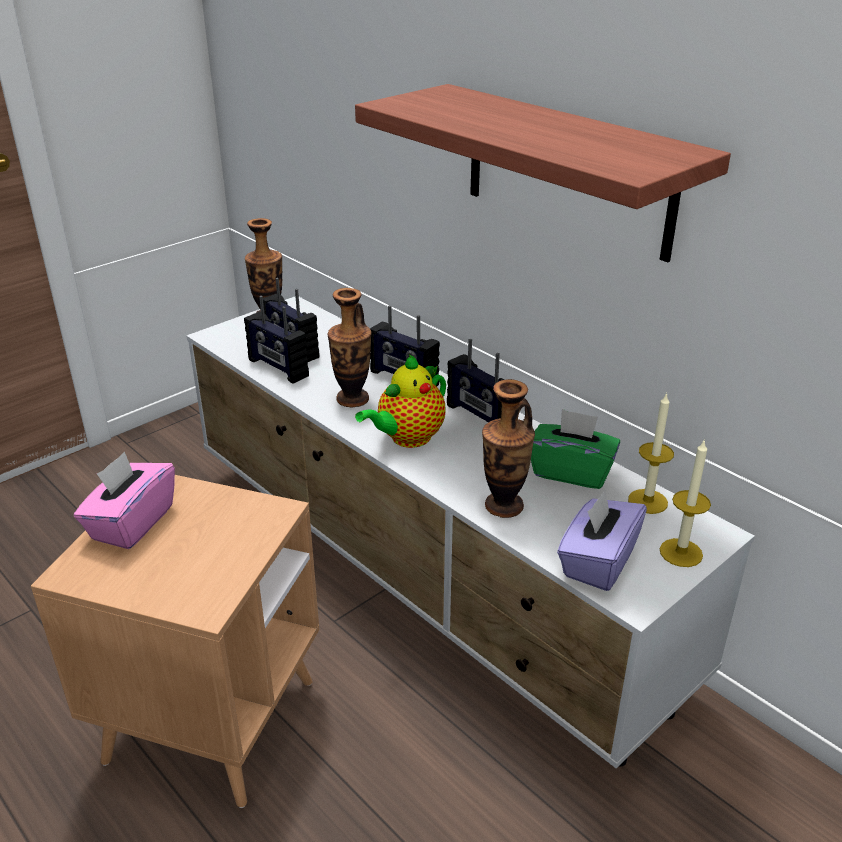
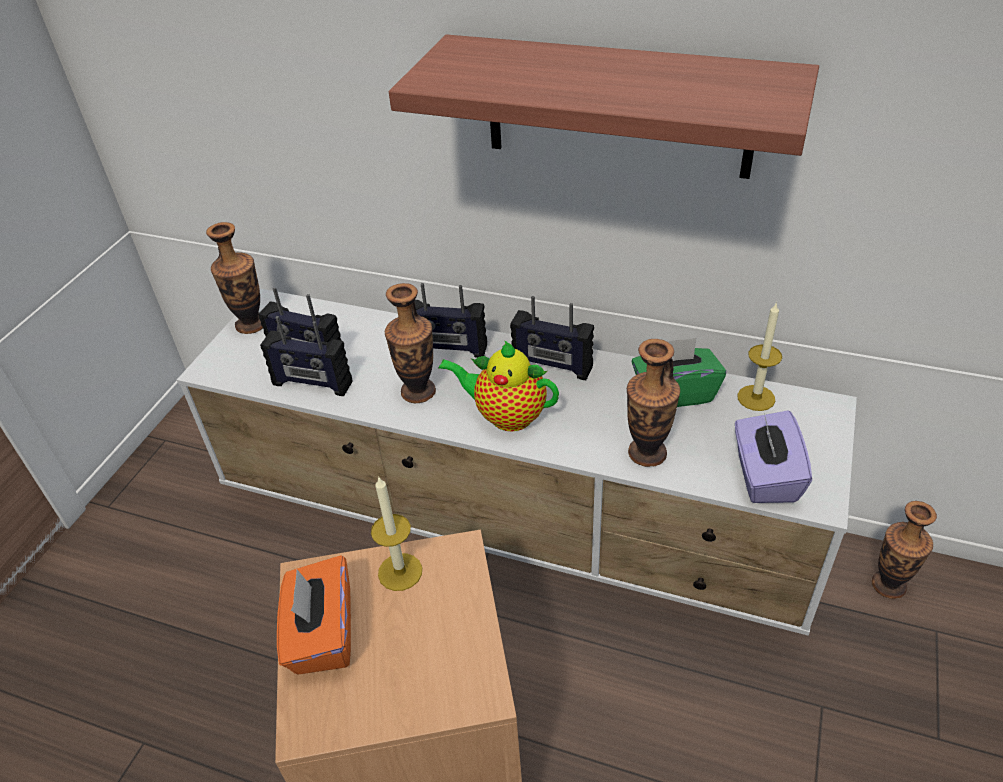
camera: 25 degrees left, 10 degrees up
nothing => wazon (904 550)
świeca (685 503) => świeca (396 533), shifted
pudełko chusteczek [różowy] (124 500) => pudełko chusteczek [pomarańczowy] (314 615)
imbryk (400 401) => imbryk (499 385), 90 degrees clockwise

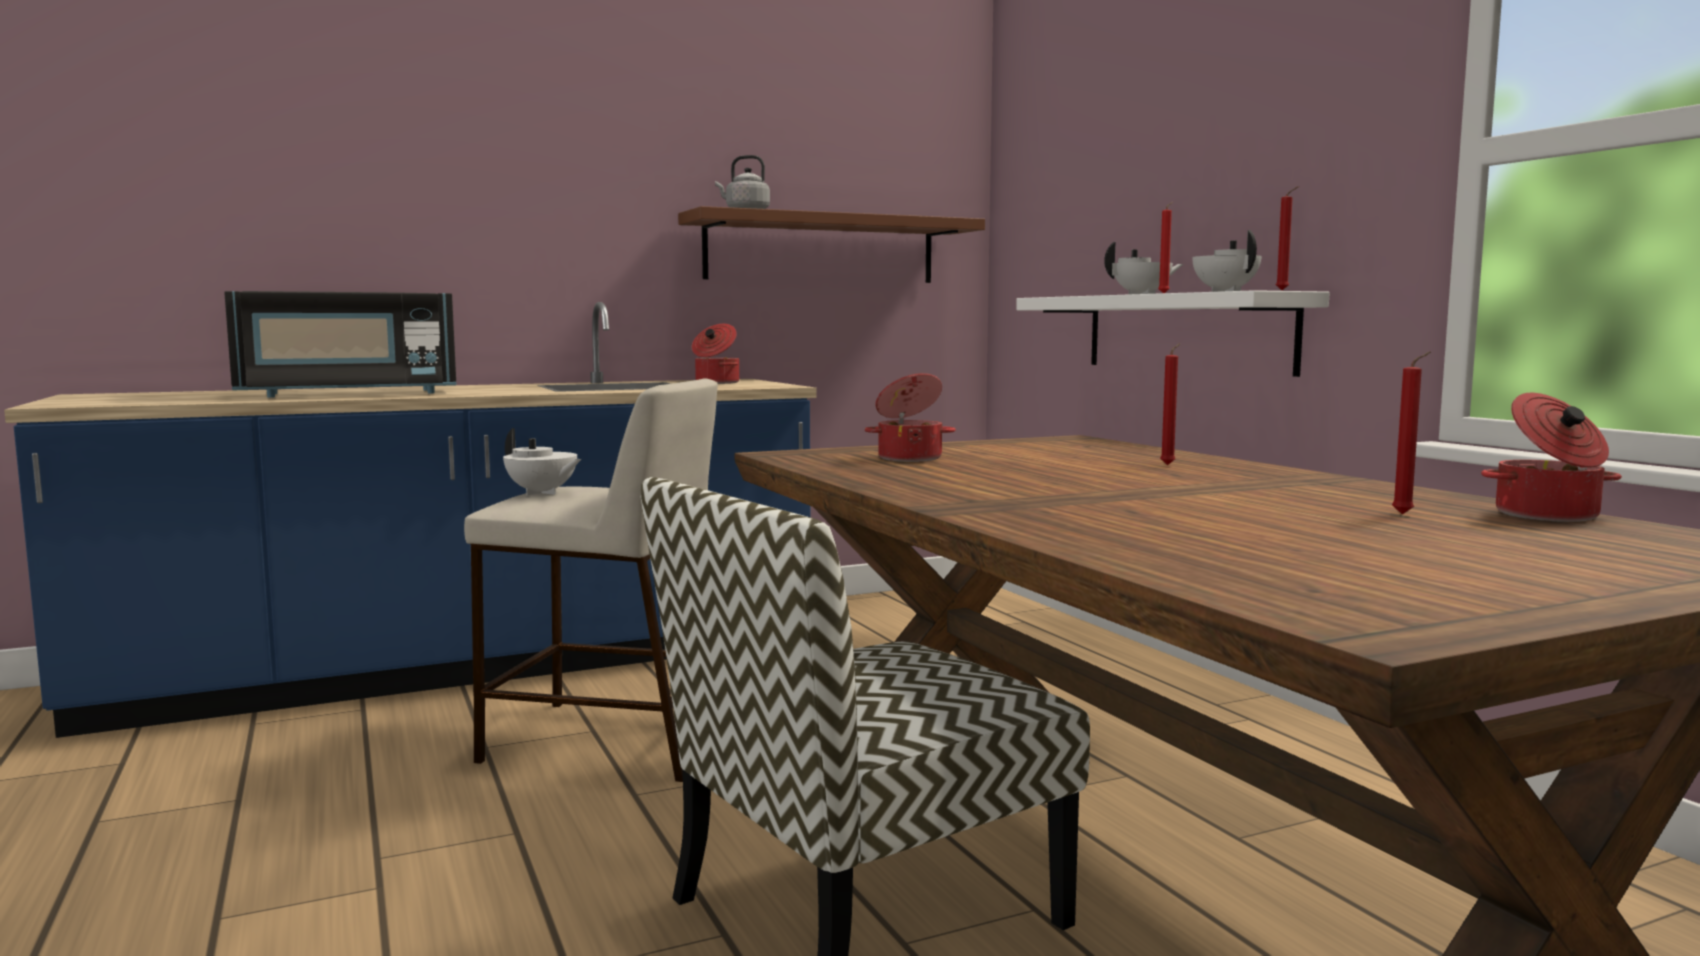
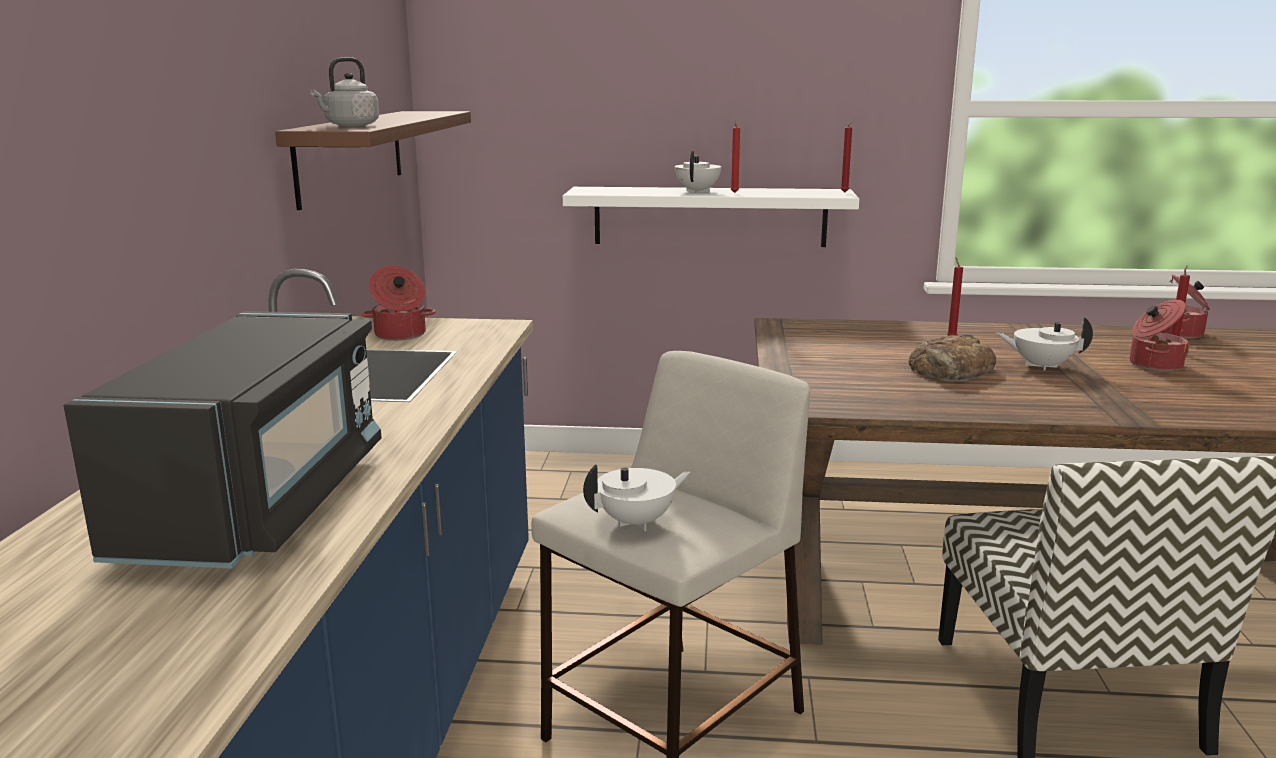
camera: 60 degrees left, 10 degrees up
nothing => chleb (952 358)
garnek (910 417) => garnek (1160 335), shifted
imbryk [biały] (1227 261) => imbryk [biały] (1045 344), shifted

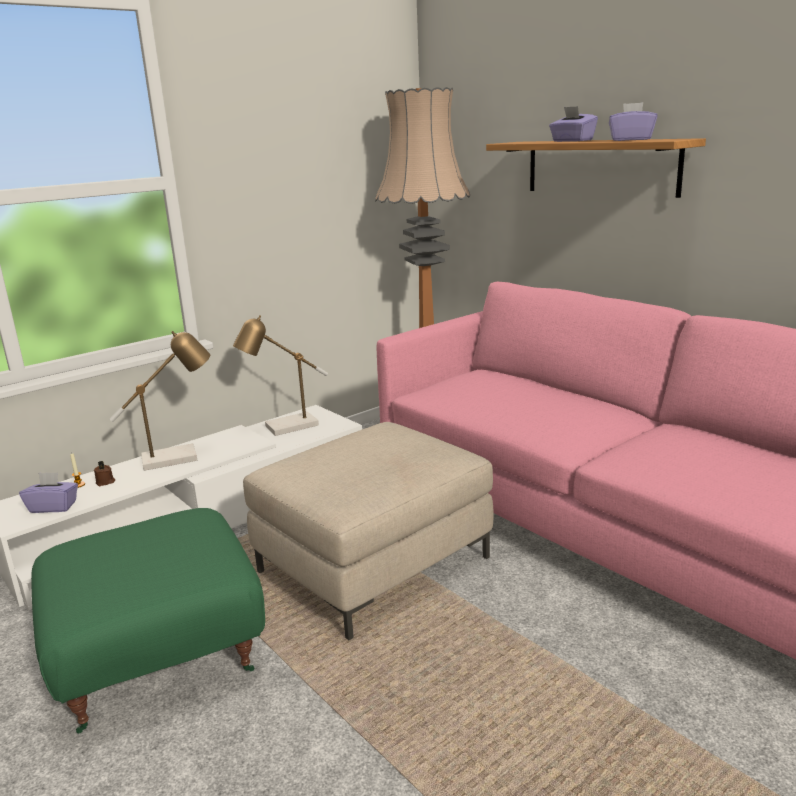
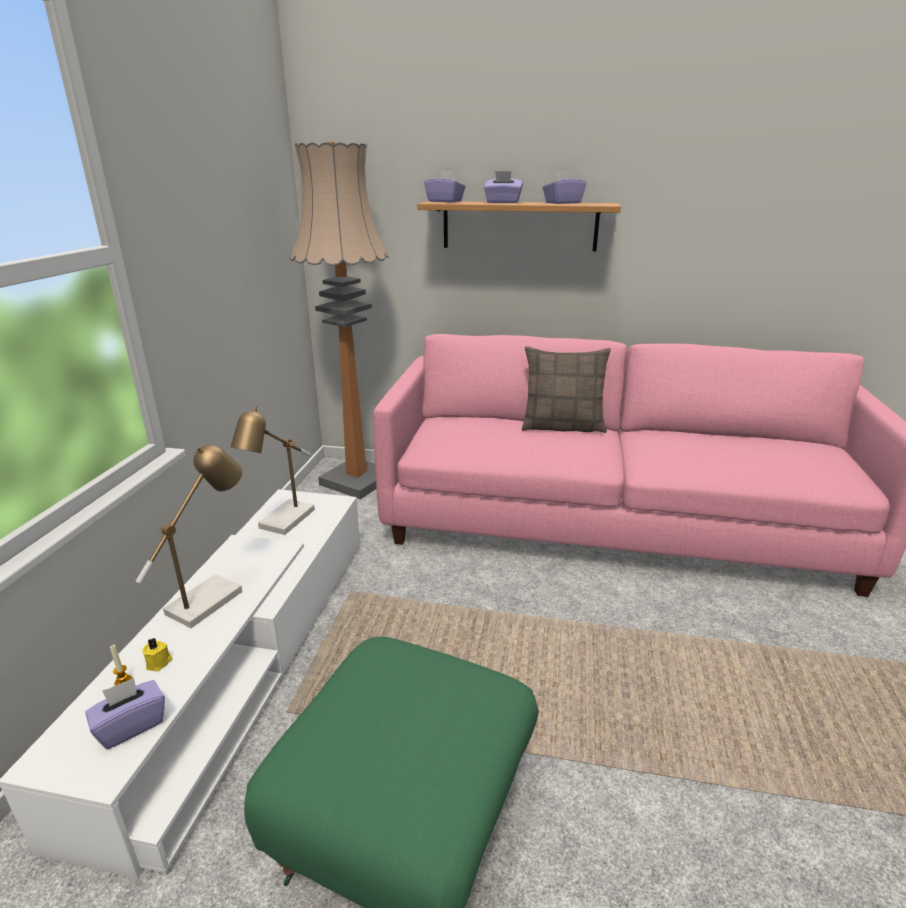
camera: 40 degrees left, 5 degrees up
pufa [beżowy] (368 531) => nothing
nothing => pudełko chusteczek [fioletowy] (445 187)
nothing => poduszka (566 389)
świeca [brązowy] (104 473) => świeca [żółty] (157 654)

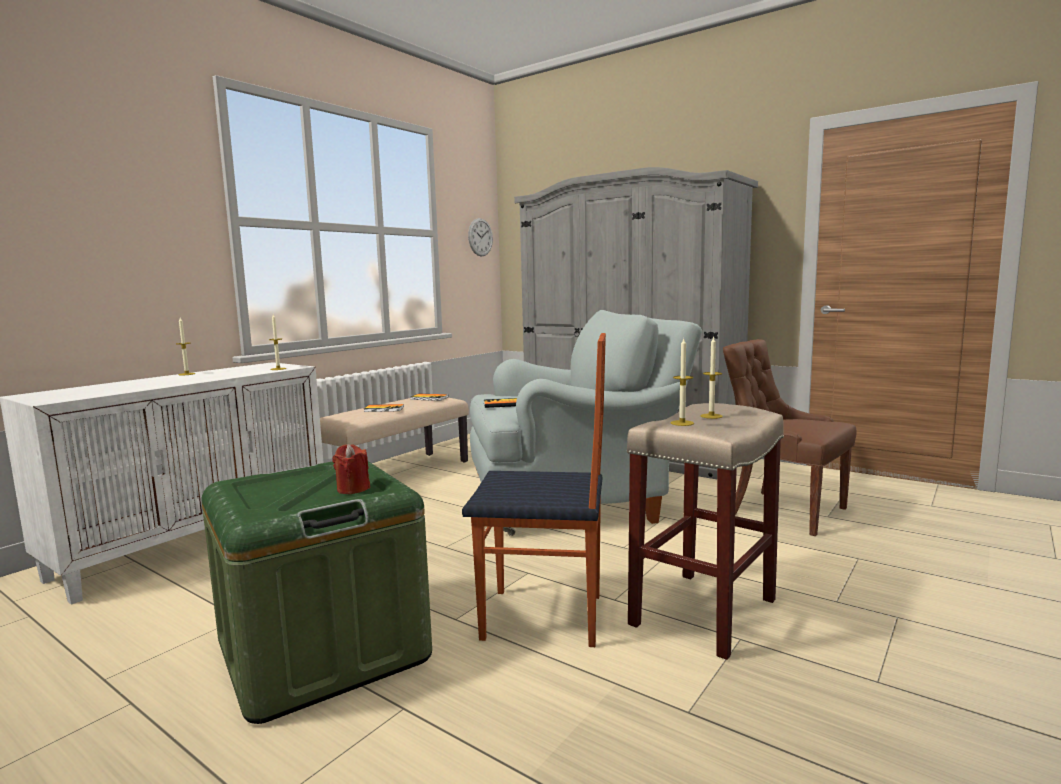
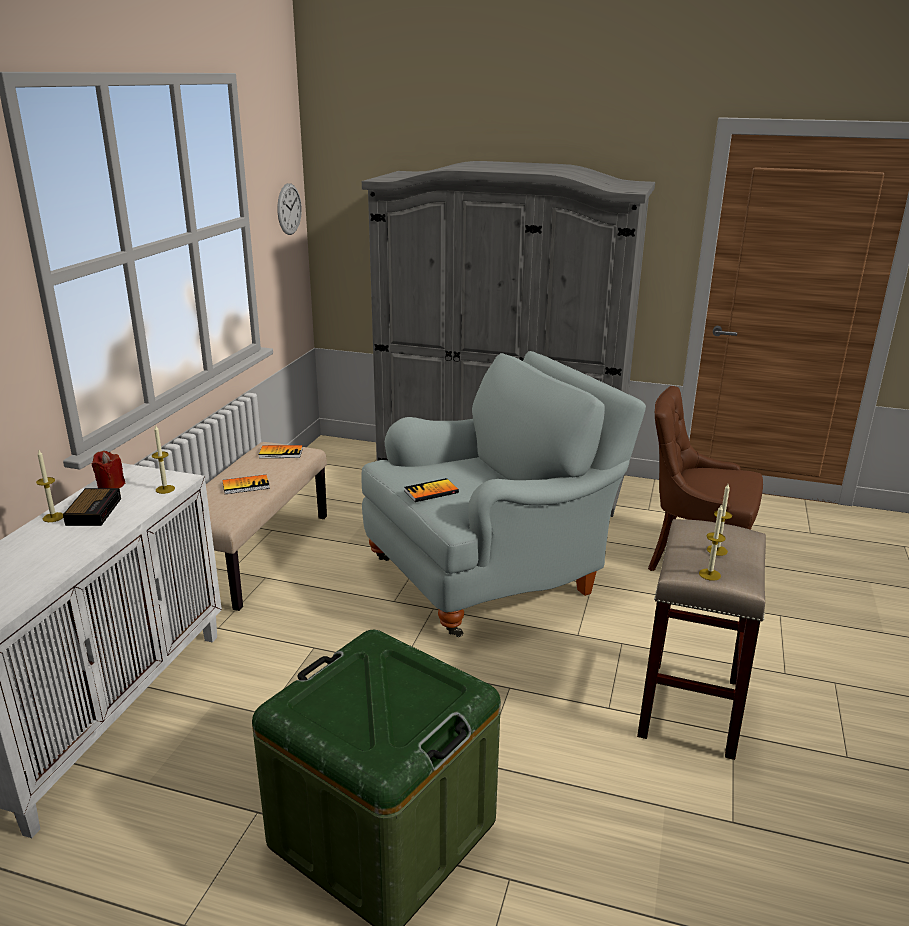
camera: 20 degrees left, 15 degrees up
krzesło (534 490) => nothing
nothing => budzik (92 507)
świeca [czerwony] (351 469) => świeca [czerwony] (108 469), shifted

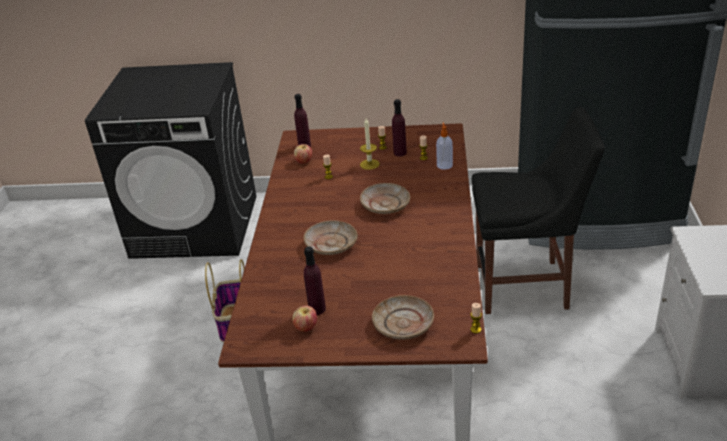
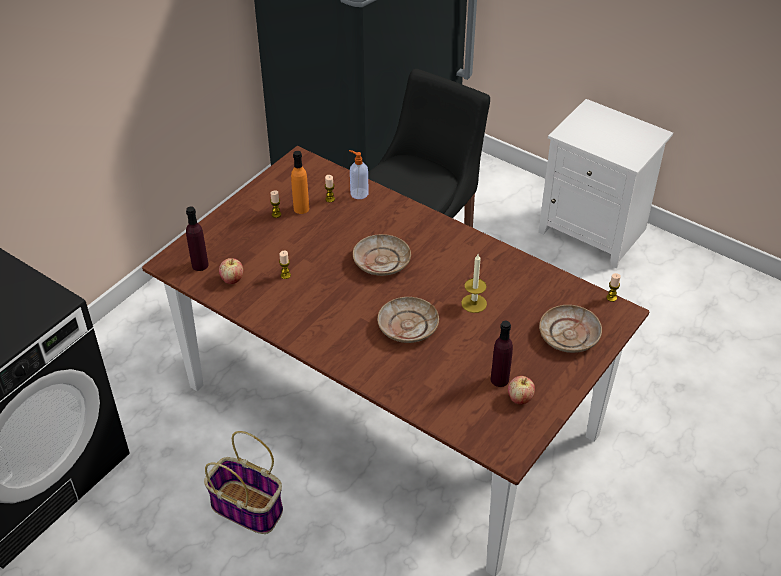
camera: 60 degrees left, 10 degrees up
świeca (370 144) => świeca (474 283), shifted
butelka [fioletowy] (399 127) => butelka [pomarańczowy] (300 182)

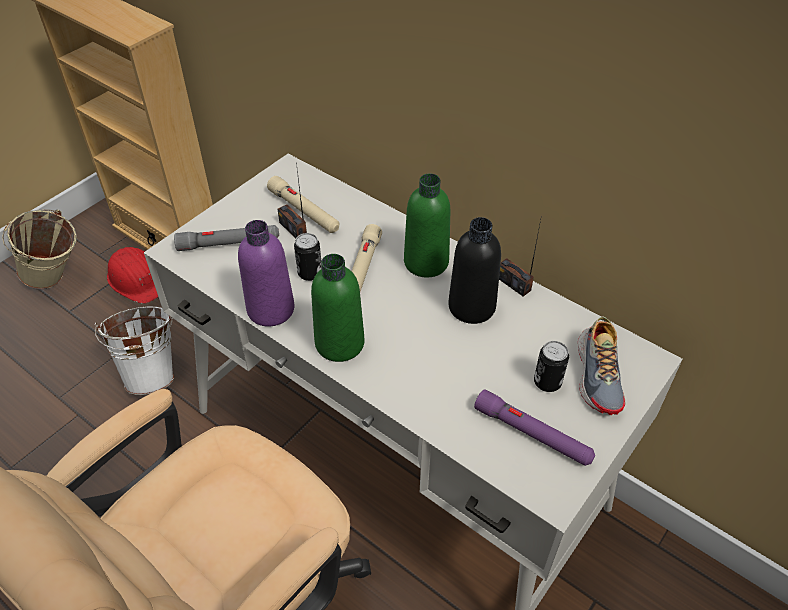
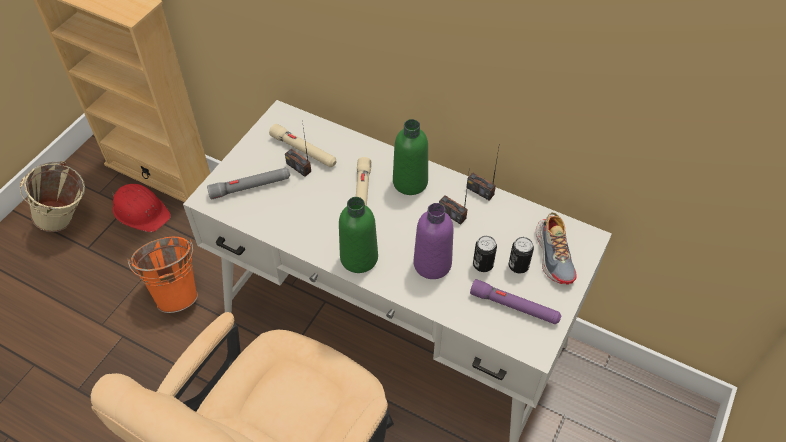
camera: 10 degrees left, 5 degrees up
butelka [fioletowy] (266 273) => butelka [fioletowy] (434 241), shifted
puszka (308 257) => puszka (485 254), shifted
butelka [czarny] (474 270) => radio (454 199)
wiadro [biały] (134 351) => wiadro [pomarańczowy] (163 275)

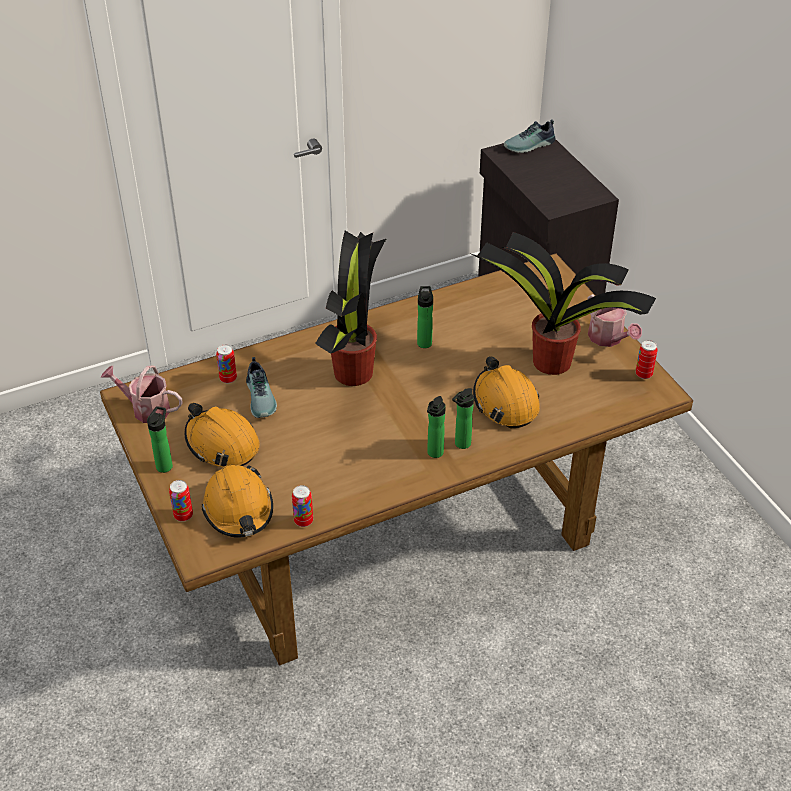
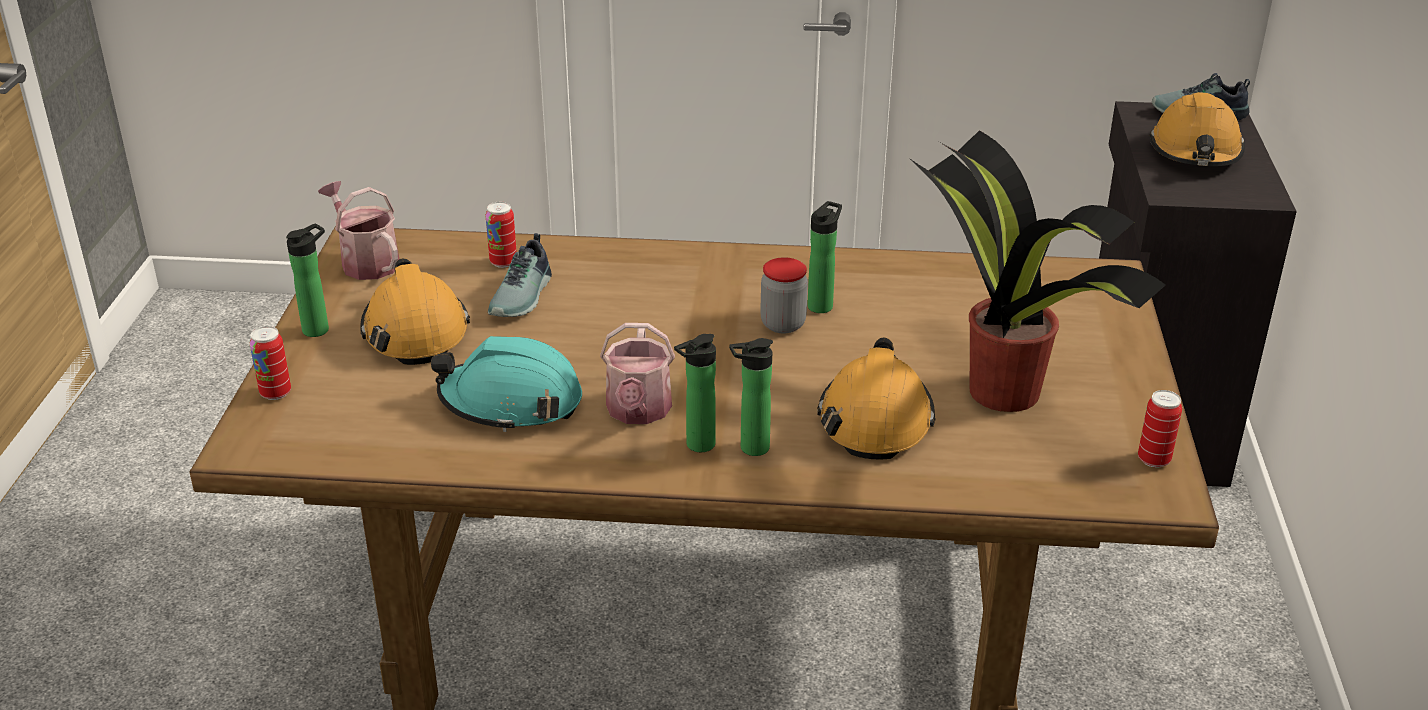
camera: 30 degrees right, 10 degrees down
puszka (302 506) => nothing
roślina doniczkowa (350 308) => nothing
nothing => kask [turkusowy] (506 384)
nothing => słoik (784 295)
kask [pomarańczowy] (237 501) => kask [pomarańczowy] (1197 129), shifted
konewka (614 320) => konewka (637 373), shifted

